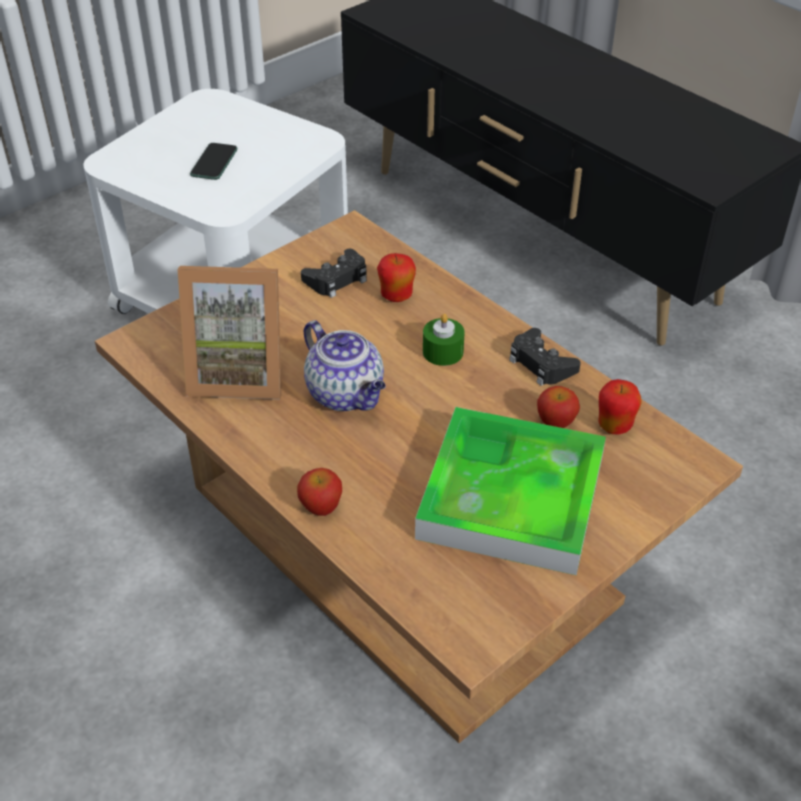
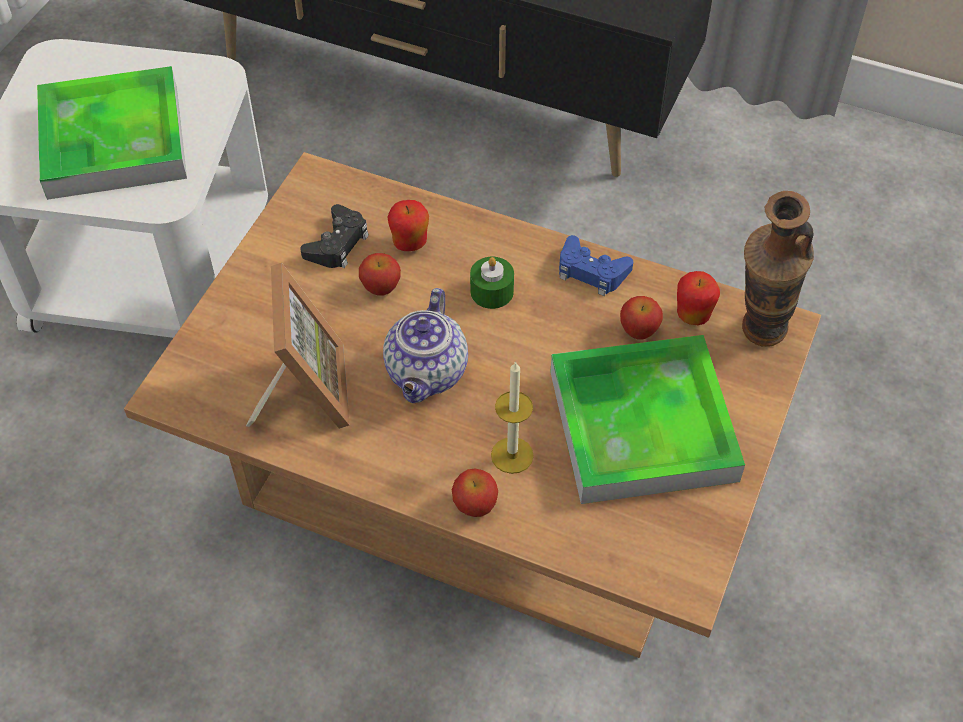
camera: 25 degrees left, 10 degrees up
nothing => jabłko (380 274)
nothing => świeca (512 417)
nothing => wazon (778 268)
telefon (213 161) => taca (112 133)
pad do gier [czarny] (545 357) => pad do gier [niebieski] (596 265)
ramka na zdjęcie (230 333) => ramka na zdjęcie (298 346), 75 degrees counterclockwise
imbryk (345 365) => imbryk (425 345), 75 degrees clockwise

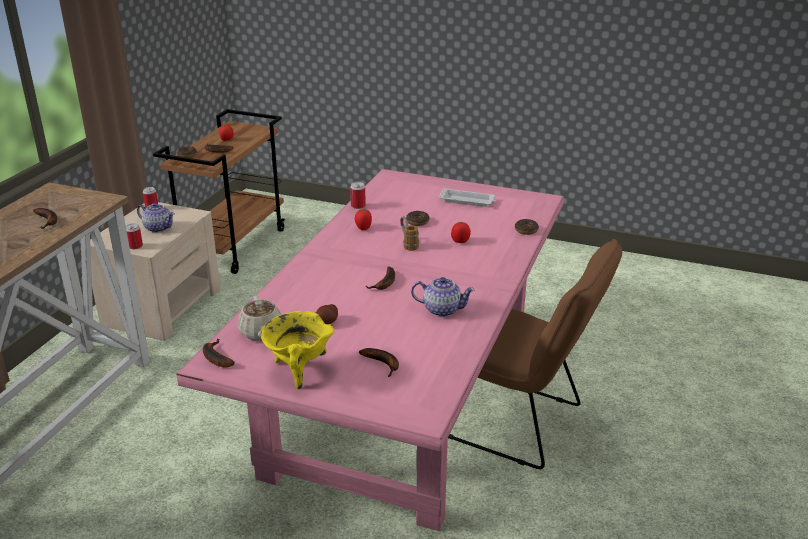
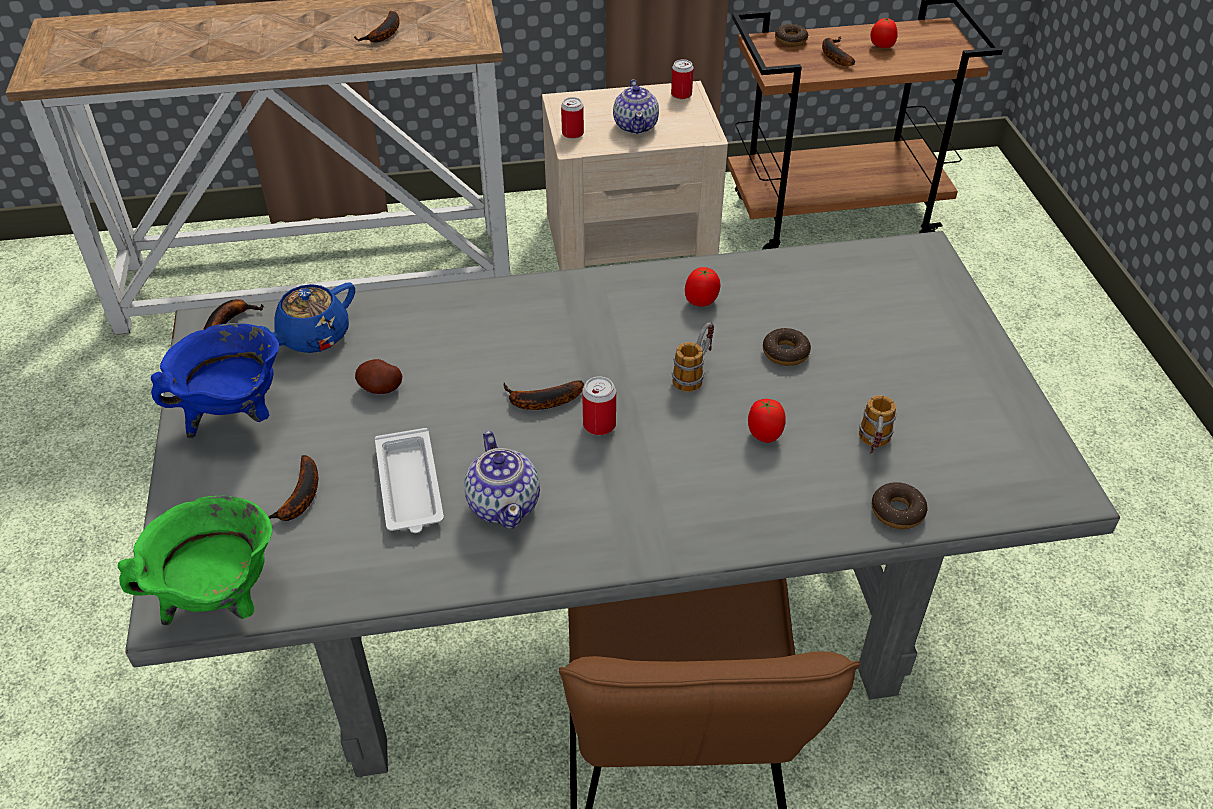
camera: 60 degrees right, 15 degrees up
nothing => garnek [zielony] (194 560)
nothing => kubek (877 424)
puszka (358 195) => puszka (599 405), shifted
taca [biały] (467 197) => taca [biały] (409 480), shifted
stół jadalny [różowy] (370 350) => stół jadalny [szary] (622 504)
imbryk [beżowy] (260 318) => imbryk [niebieski] (307 317)
garnek [żółty] (297 350) => garnek [niebieski] (215 380)

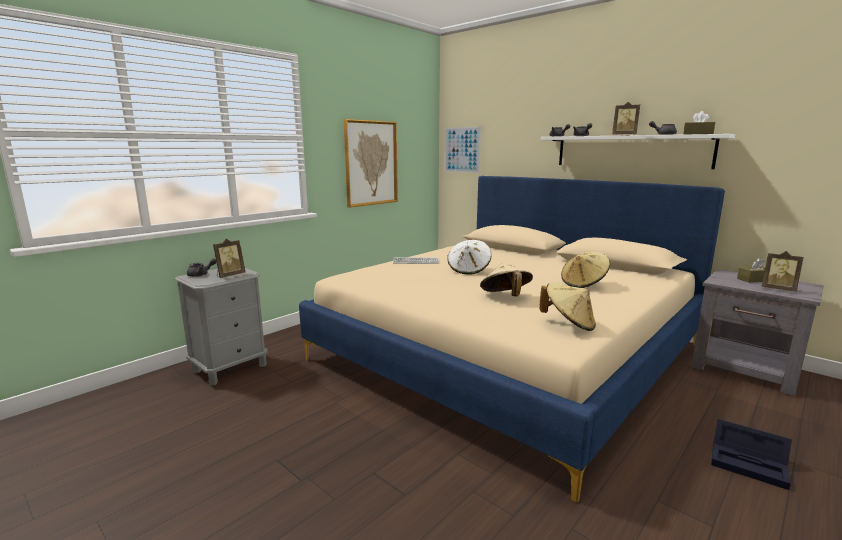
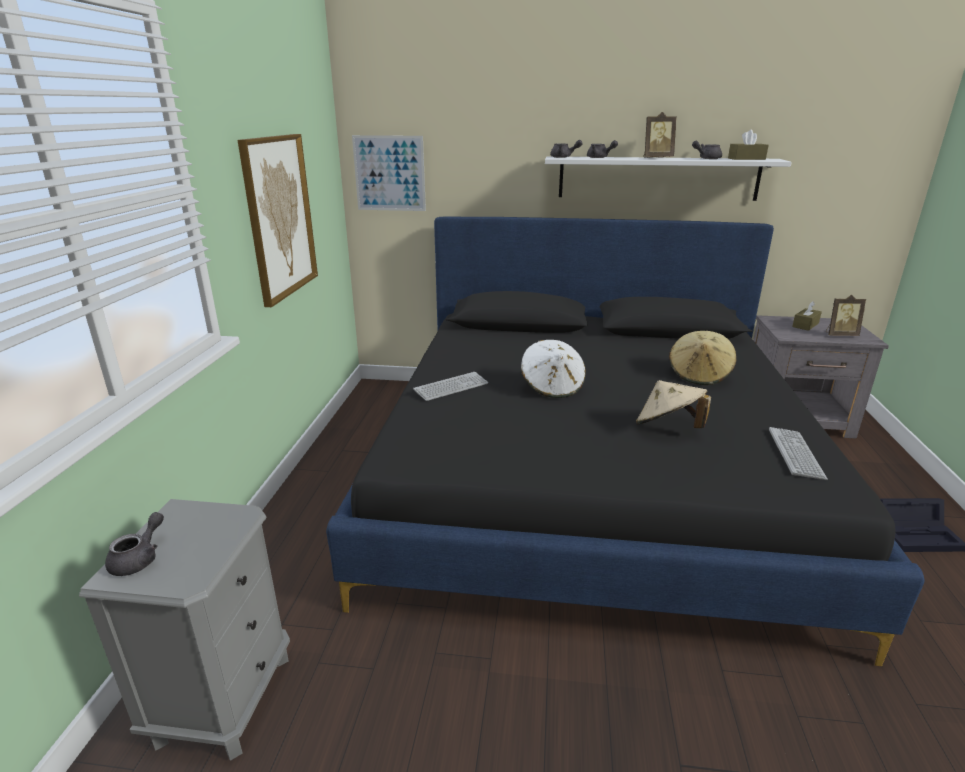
camera: 35 degrees left, 10 degrees up
ramka na zdjęcie (229 258) => nothing
kapelusz [beżowy] (567 306) => klawiatura (798 453)
łóżko [beżowy] (512 339) => łóżko [czarny] (625 441)

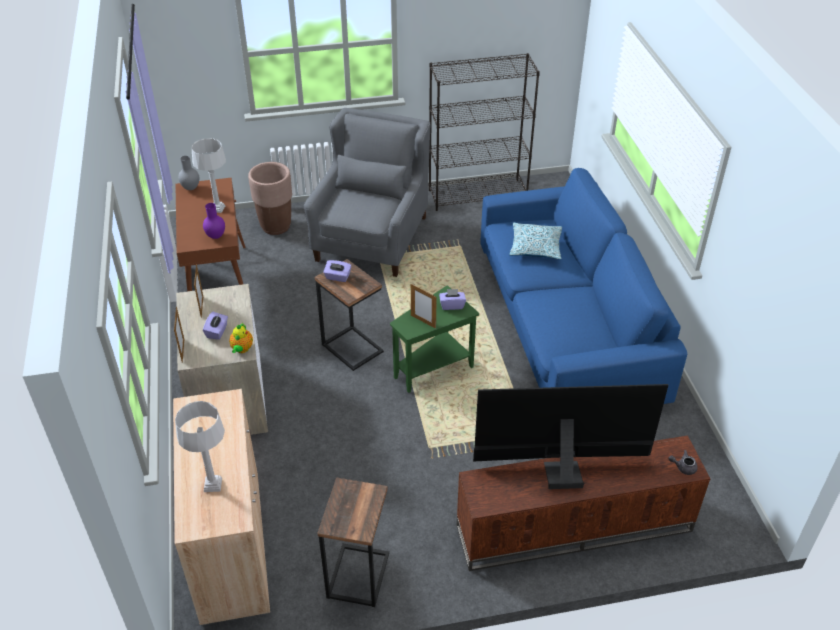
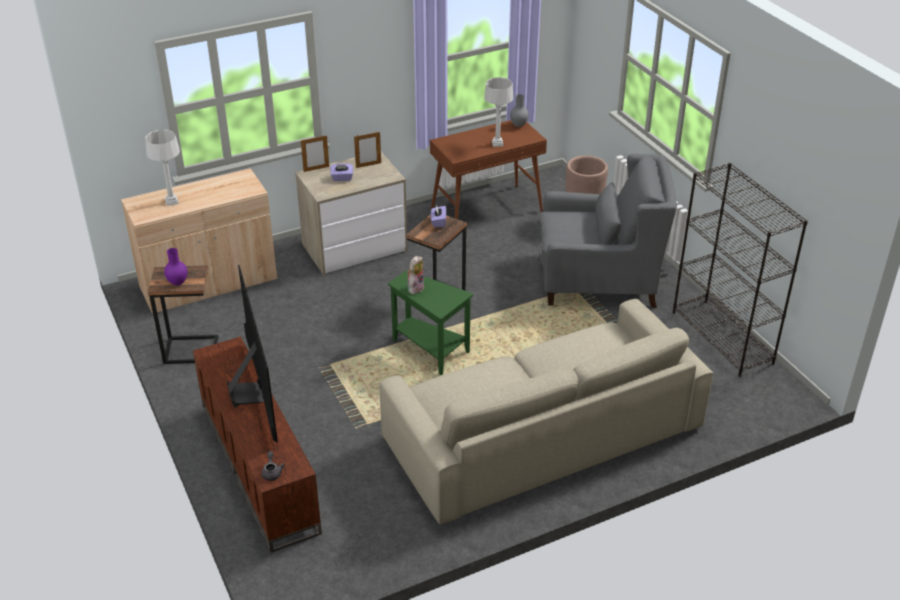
camera: 75 degrees right, 5 degrees down
imbryk (241 338) => nothing
pudełko chusteczek [fioletowy] (452 299) => nothing
poduszka (536 241) => nothing
wazon [fioletowy] (214 221) => wazon [fioletowy] (176 266), shifted
ramka na zdjęcie (424 306) => pluszak (416 275)
kanapa [niebieski] (583 286) => kanapa [beżowy] (546 412)

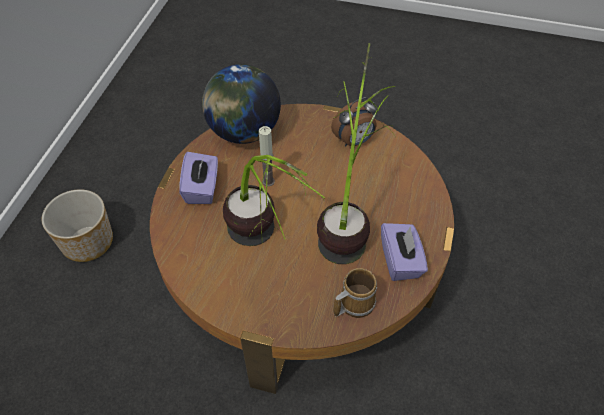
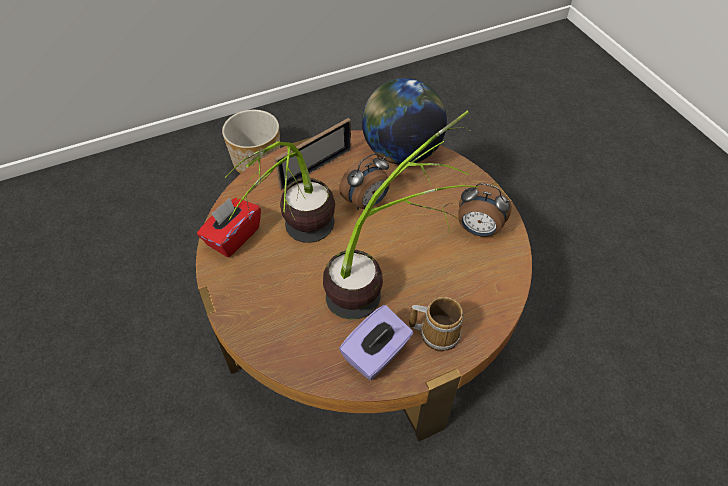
camera: 50 degrees right, 0 degrees up
nothing => pudełko chusteczek [czerwony] (229 227)
kubek (355 293) => kubek (436 324), shifted
pudełko chusteczek [fioletowy] (198 178) => ramka na zdjęcie (313 154)
świeca (267 156) => budzik (364 182)

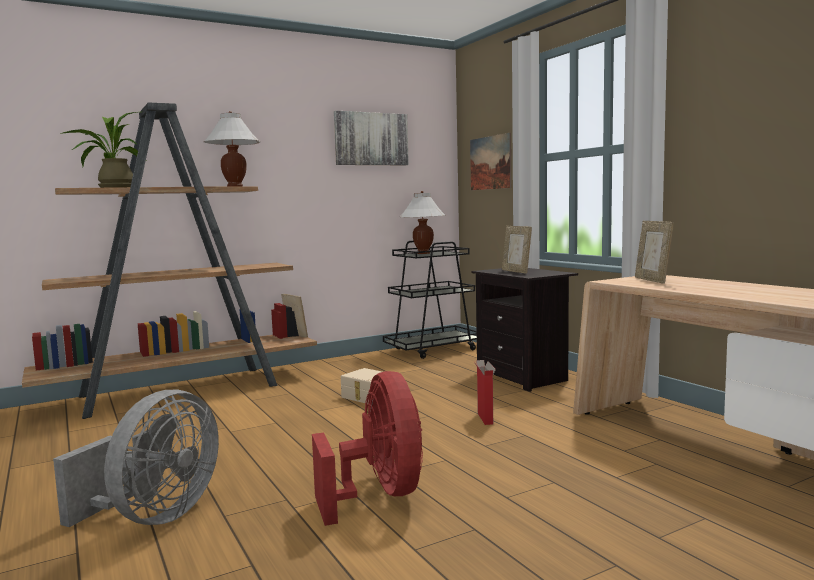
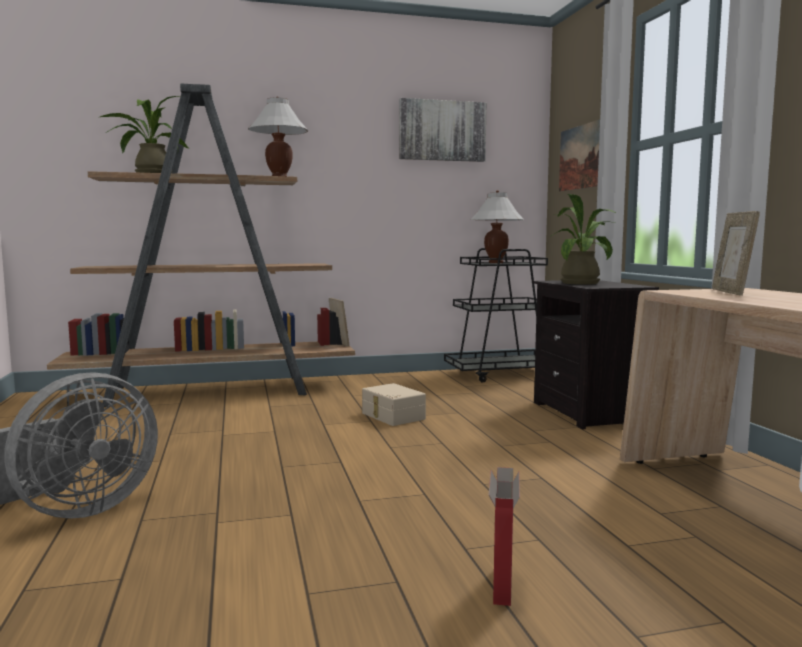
camera: 15 degrees right, 0 degrees up
wentylator [czerwony] (367 448) => nothing
karton (485 392) => karton (504 536), shifted
ramka na zdjęcie (517 250) => roślina doniczkowa (583 239)

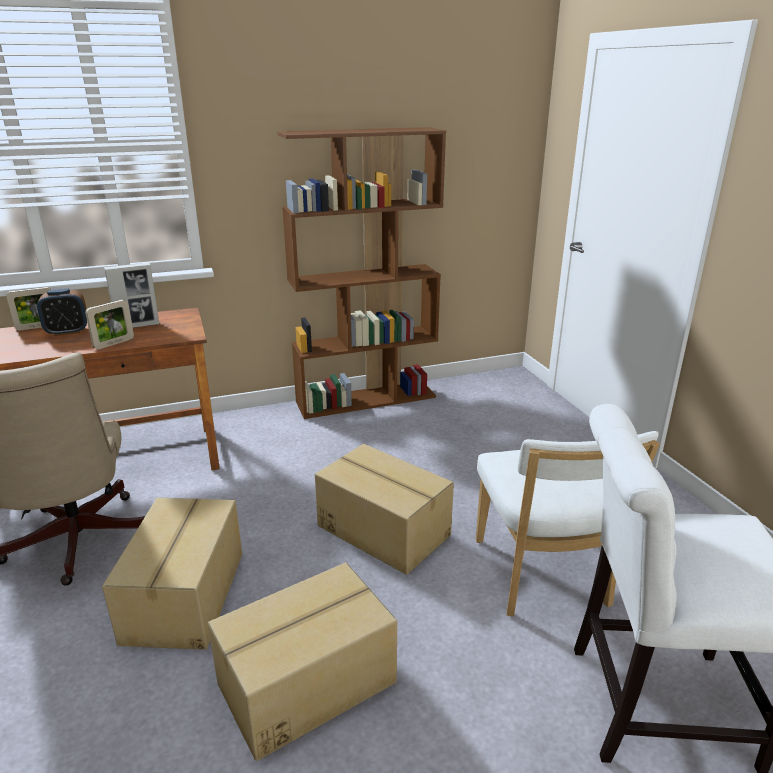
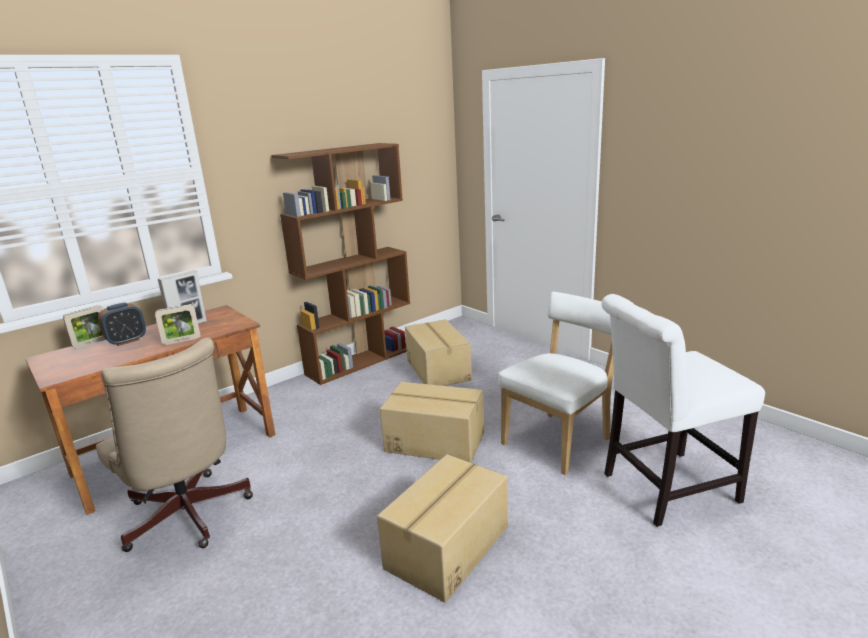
camera: 20 degrees left, 5 degrees down
karton (172 574) => karton (438 352), shifted
ramka na zdjęcie (109 324) => ramka na zdjęcie (177 324), 45 degrees clockwise
krzesło [biały] (568 524) => krzesło [biały] (556 383), 105 degrees counterclockwise

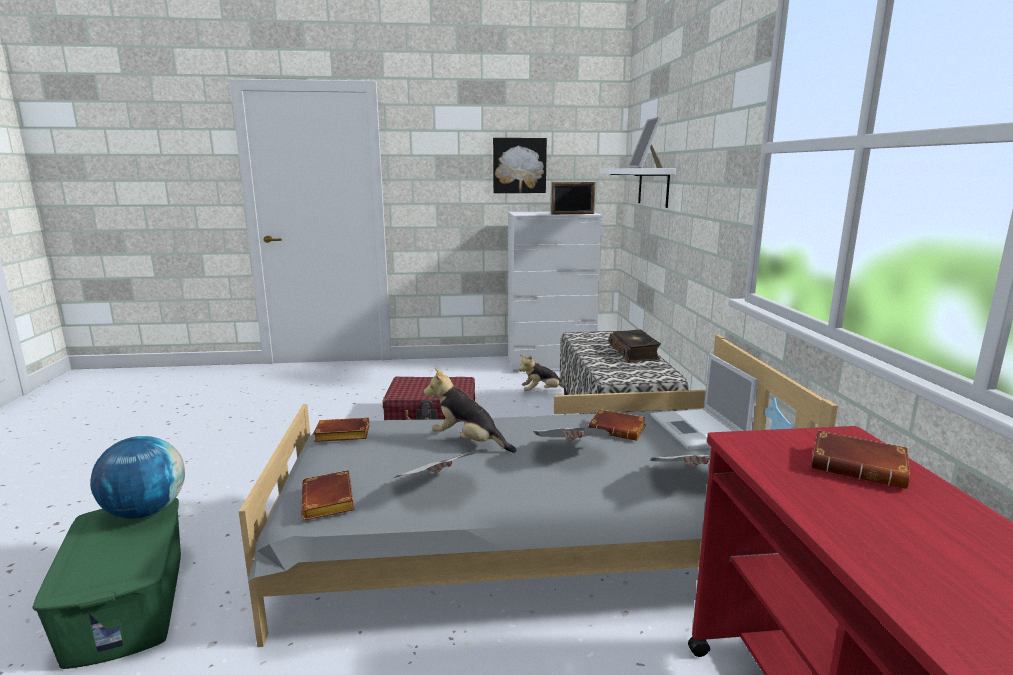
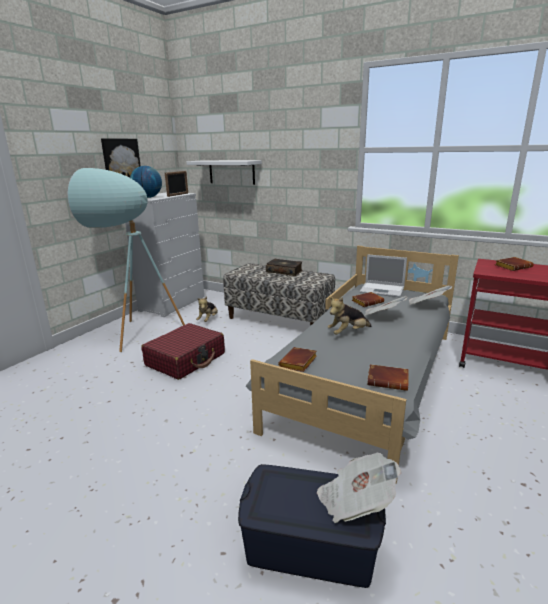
camera: 55 degrees left, 5 degrees up
ramka na zdjęcie (645 142) => nothing
nothing => lampa stojąca [turkusowy] (126 260)
globus (137 477) => globus (146 182), shifted
gazeta (436 464) => gazeta (359 488), shifted
pojemnik do przechowywania [zielony] (106 583) => pojemnik do przechowywania [niebieski] (312 526)

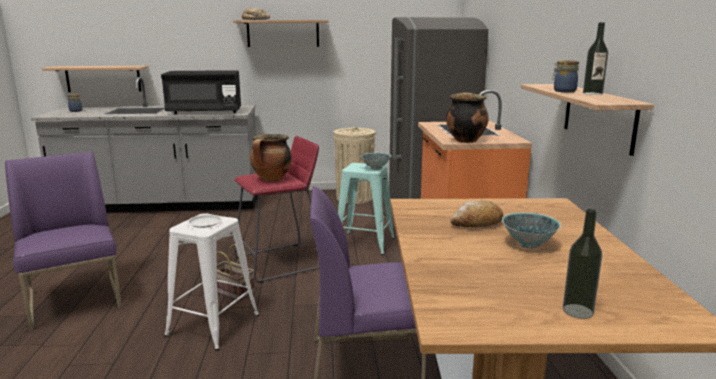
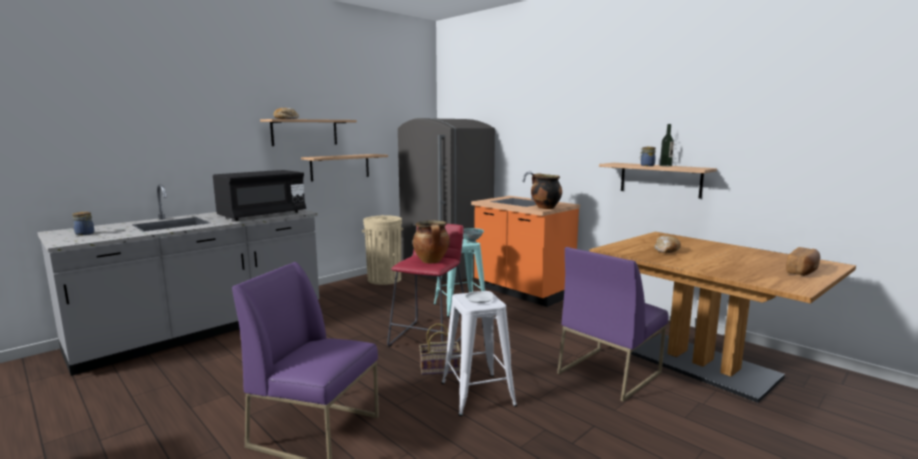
camera: 40 degrees left, 5 degrees down
miska (531 230) => nothing
półka (95 79) => półka (344 168), shifted
butelka (582 264) => chleb (803 261)

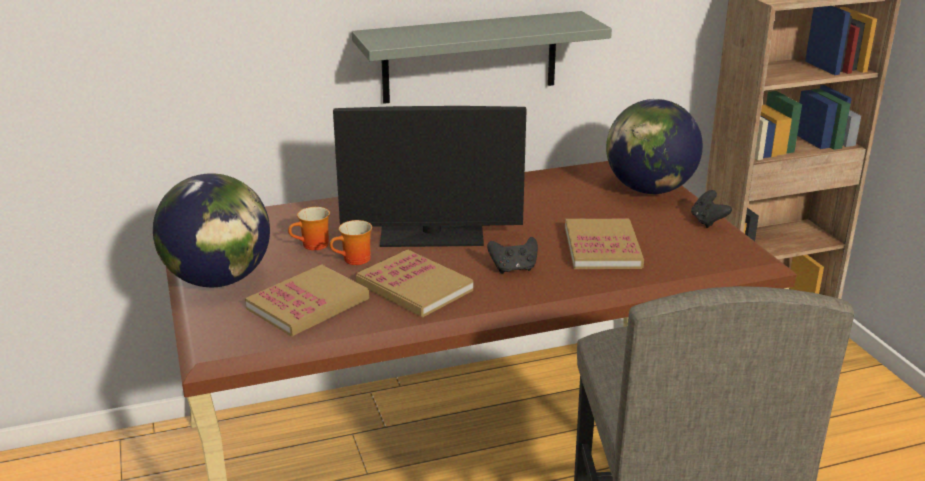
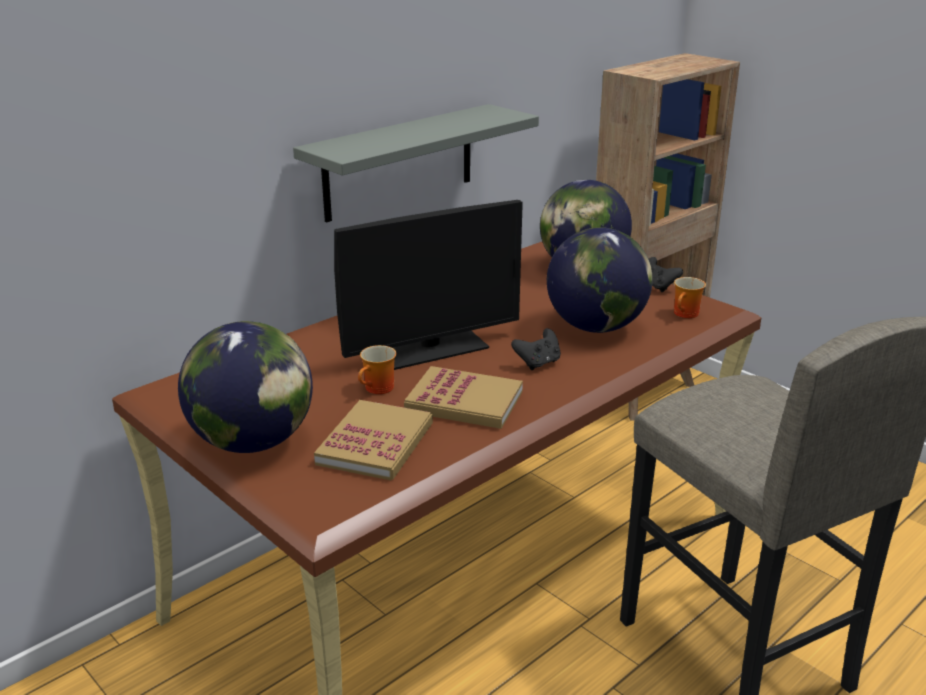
camera: 25 degrees left, 0 degrees up
kubek (309 228) => kubek (690 297), shifted
książka (604 244) => globus (600 280)

